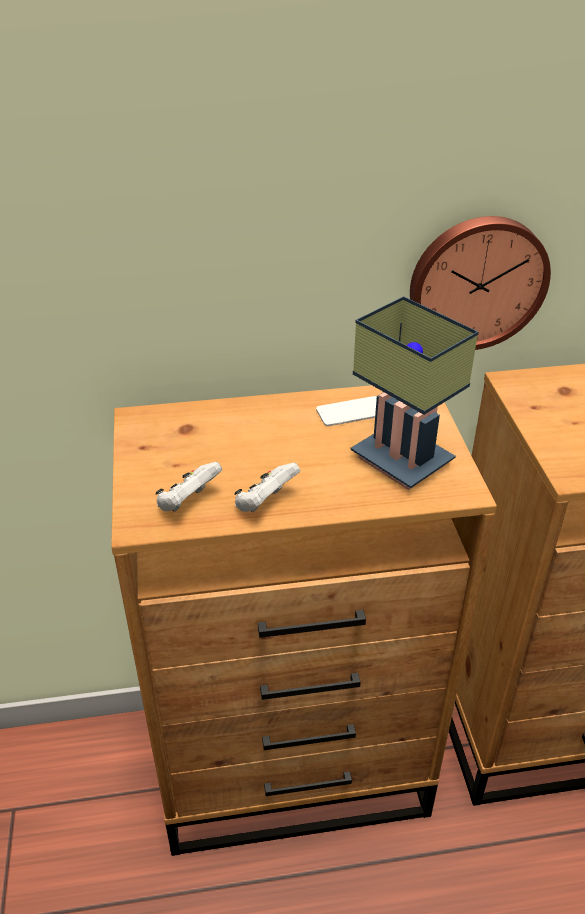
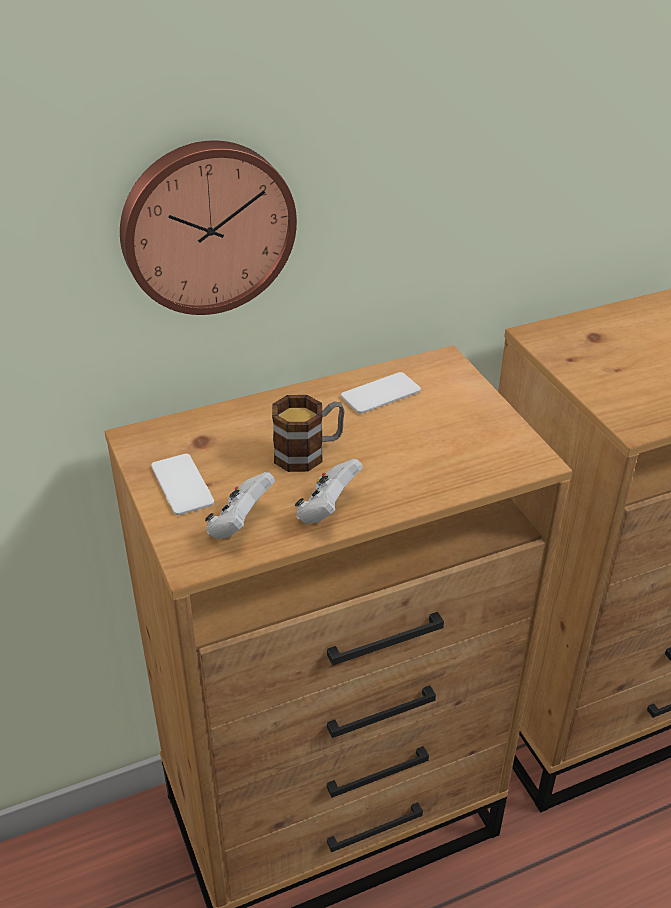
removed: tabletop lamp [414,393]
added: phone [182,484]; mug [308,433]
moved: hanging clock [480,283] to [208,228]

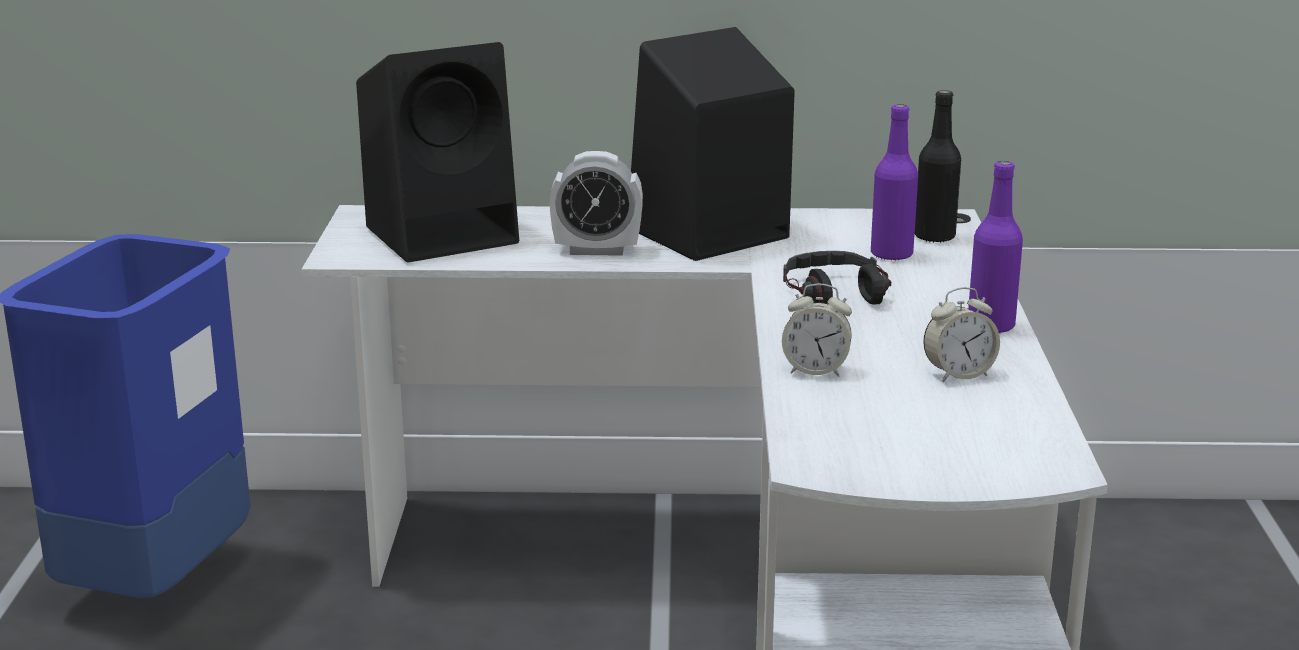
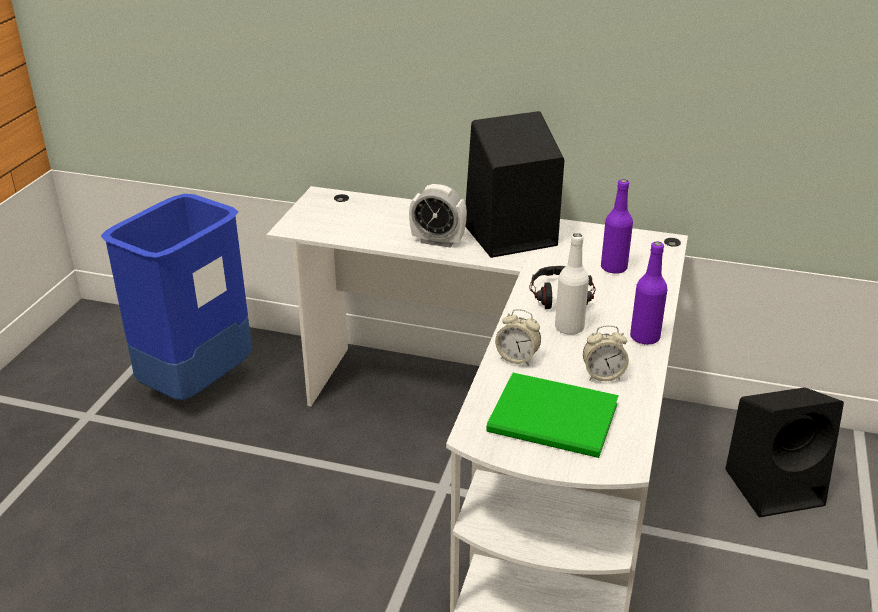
removed: bottle in black-coloured [938,166]
added: volume in greenish [552,415]; bottle in white [572,284]
moved: speaker in black-coloured [437,152] to [784,452]

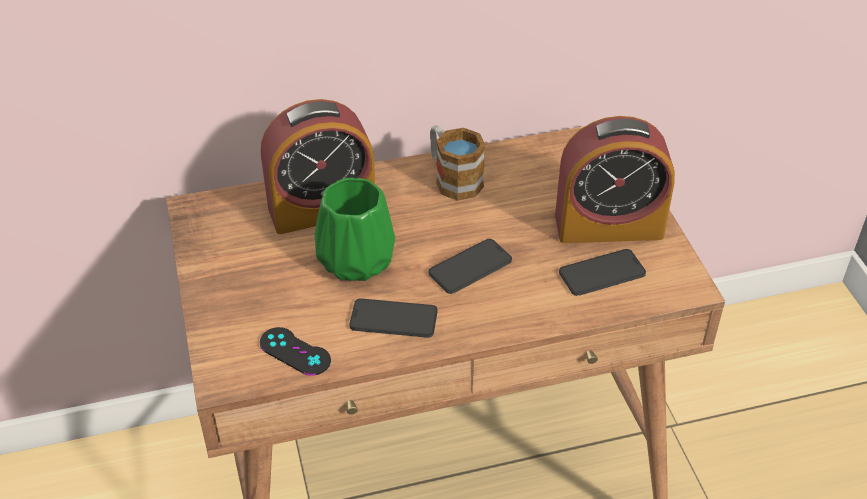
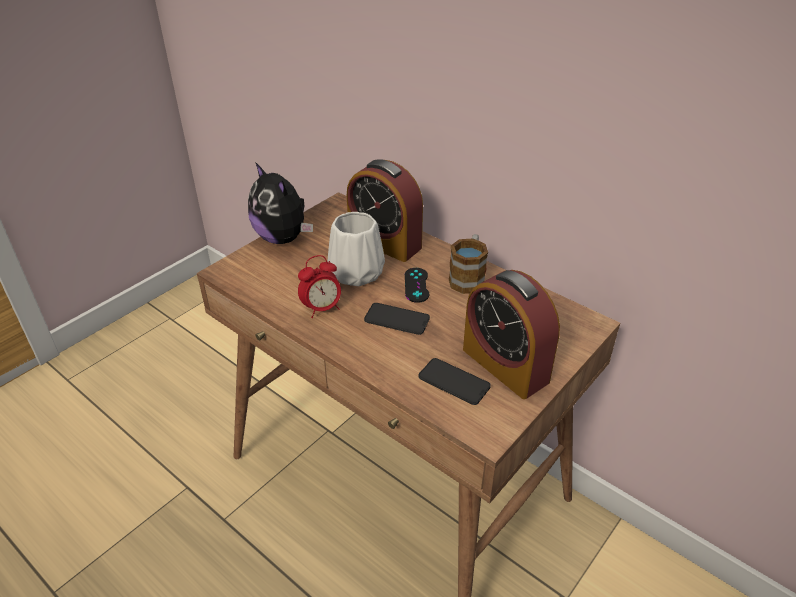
added: cuddly toy [280,203]
moved: gamepad in black-coloured [295,351] to [417,285]
replaced: phone [393,318] to alarm clock [319,286]
recoloured: decorative vase in greenish [355,229] to decorative vase in white [356,249]

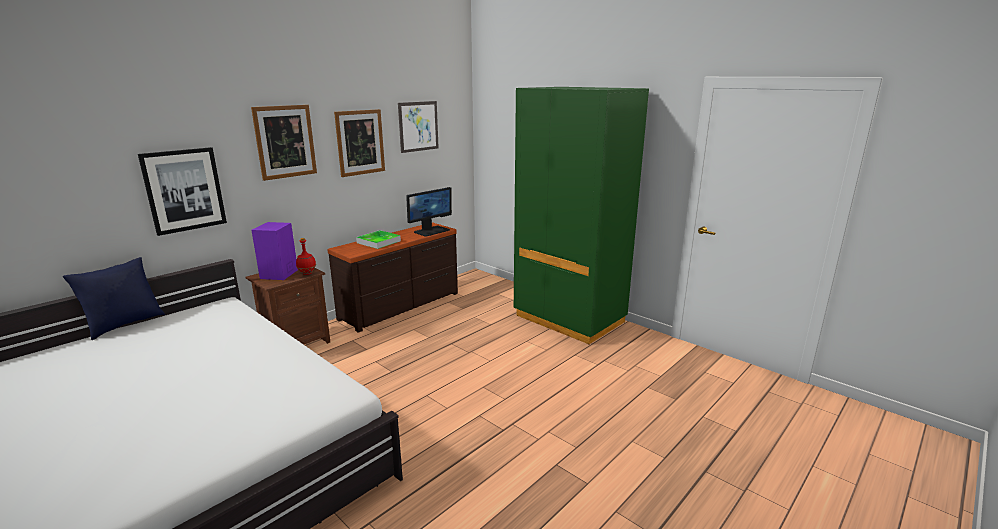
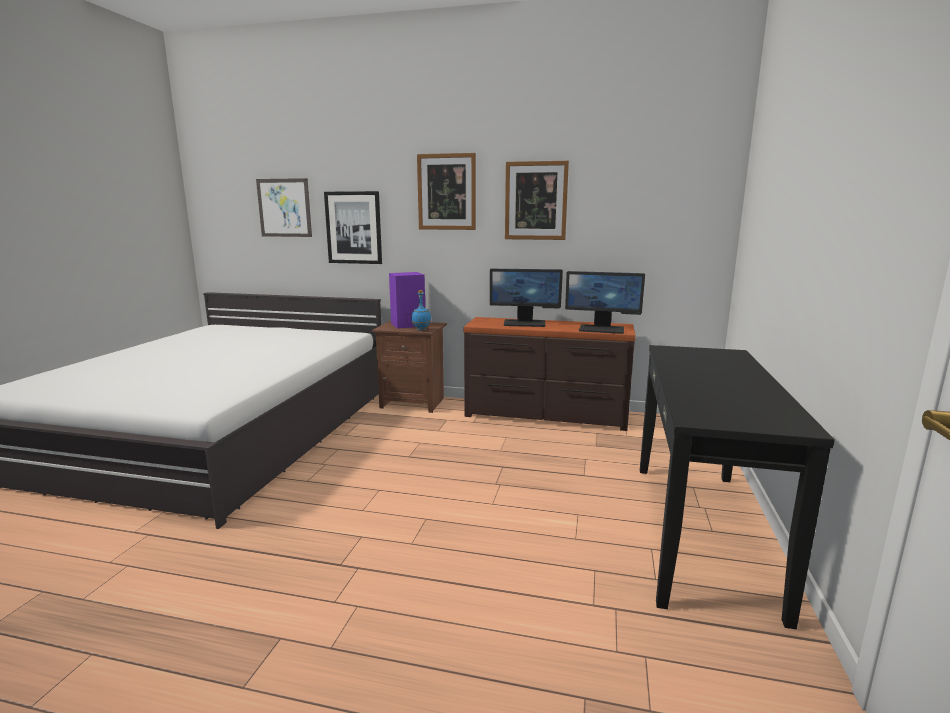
removed: throw pillow in blue [113,298]
moved: picture [418,127] to [284,207]
replaced: carrying tray [378,239] to monitor [526,298]; wardrobe in greenish [581,216] to narrow table in black-coloured [737,487]
recoloured: bottle in reddish [306,256] to bottle in blue [421,310]

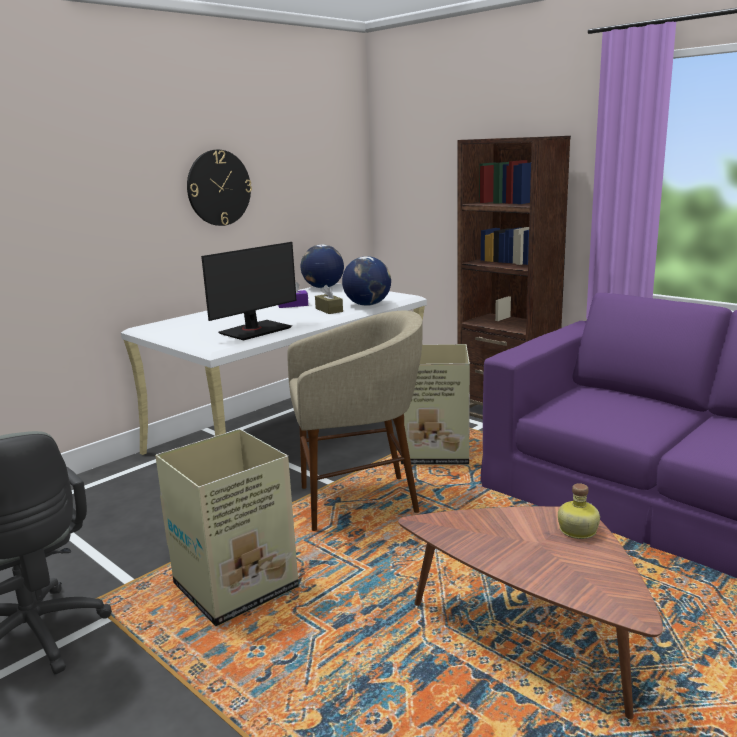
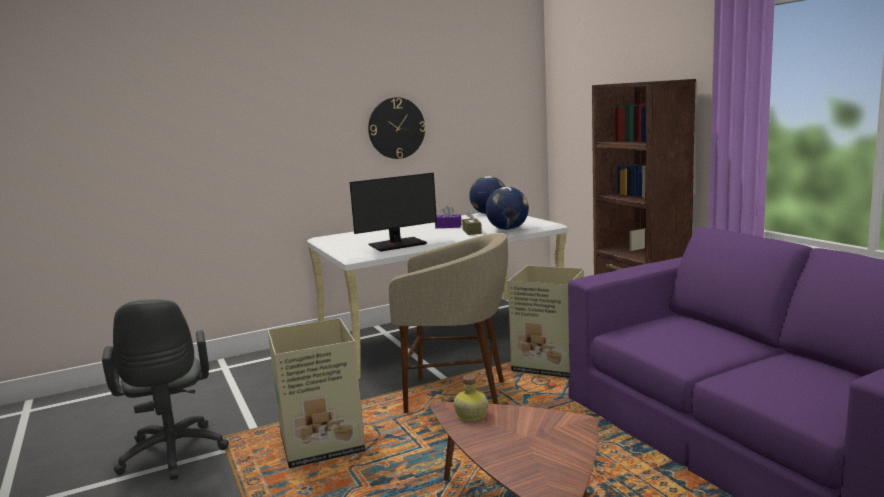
moved: bottle [579,511] to [471,398]

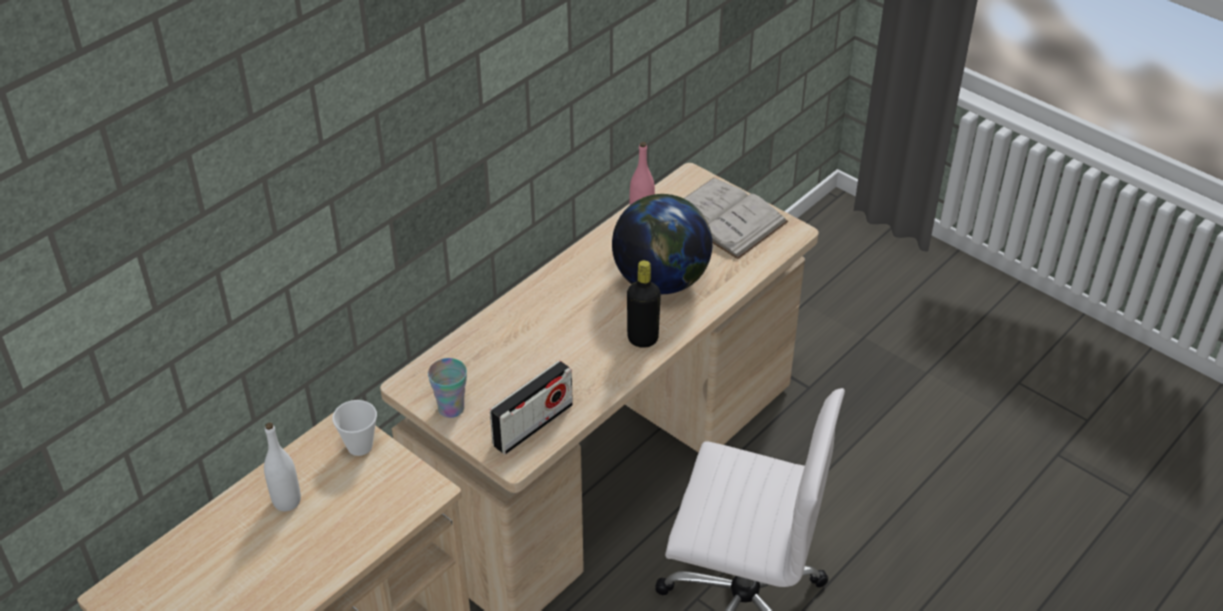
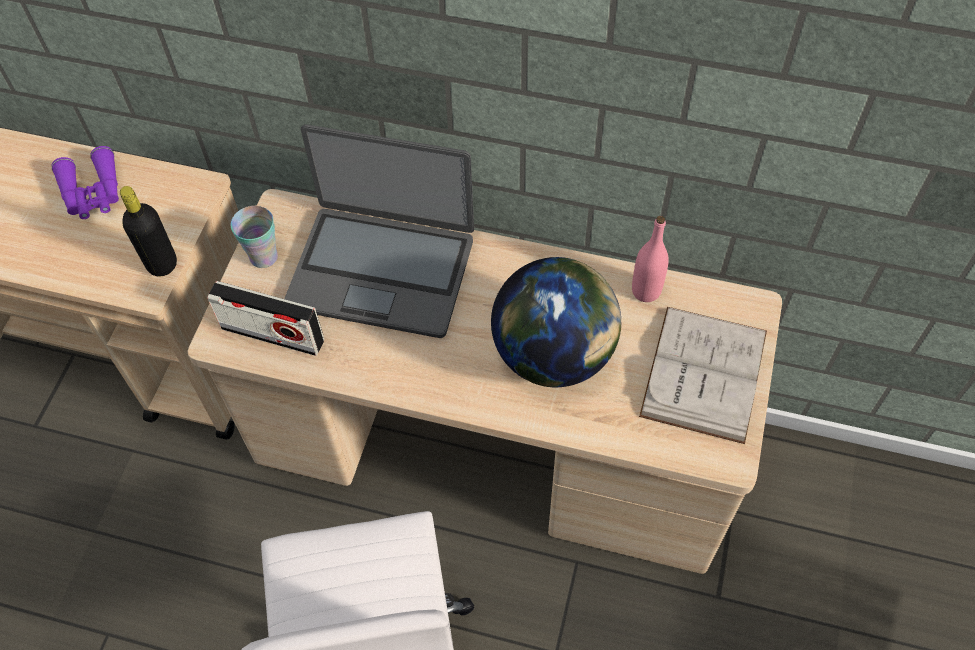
removed: drinking cup [354,428]
added: laptop [379,231]
moved: bottle in black-coloured [644,304] to [148,231]
replaced: bottle in white [282,467] to binoculars in purple [85,182]

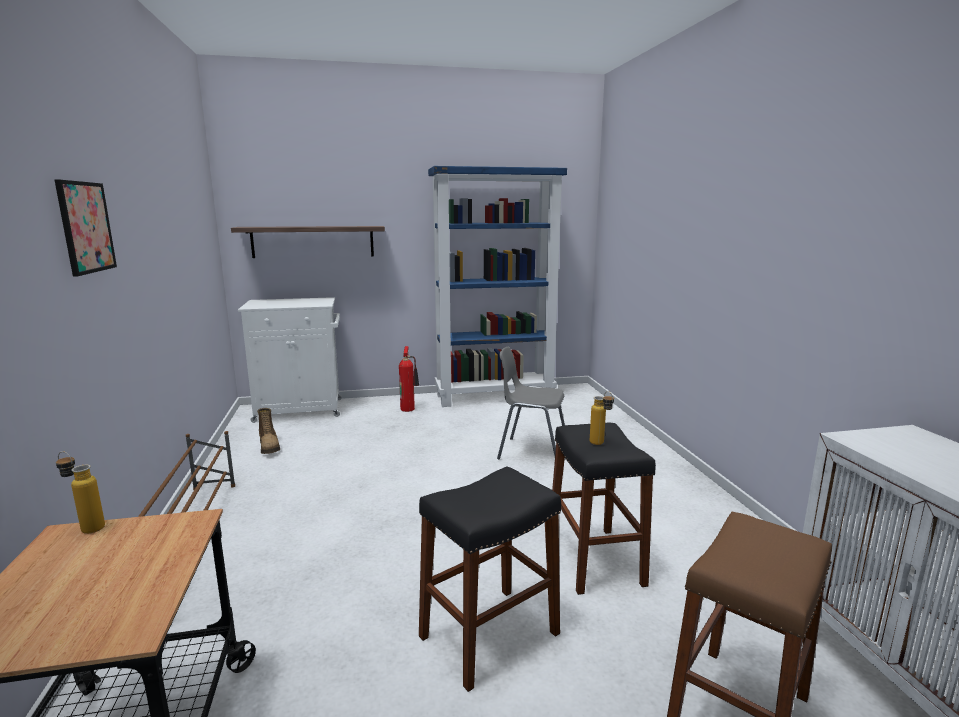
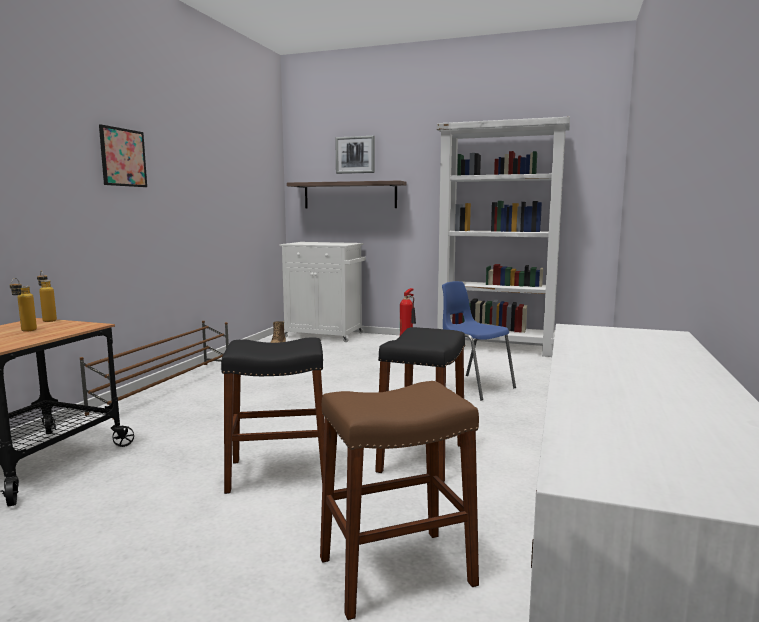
added: picture [355,155]
moved: bottle [601,418] to [23,305]
recoloured: bookcase in blue [497,286] to bookcase in white [503,237]; chair in gray [531,403] to chair in blue [479,340]

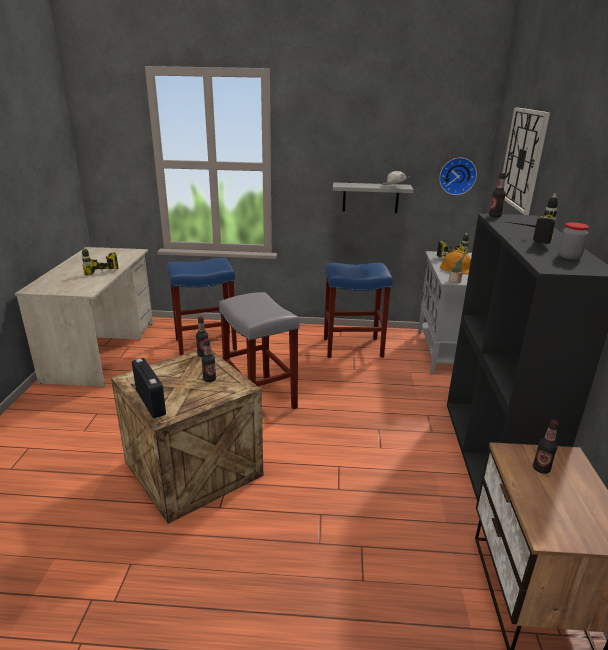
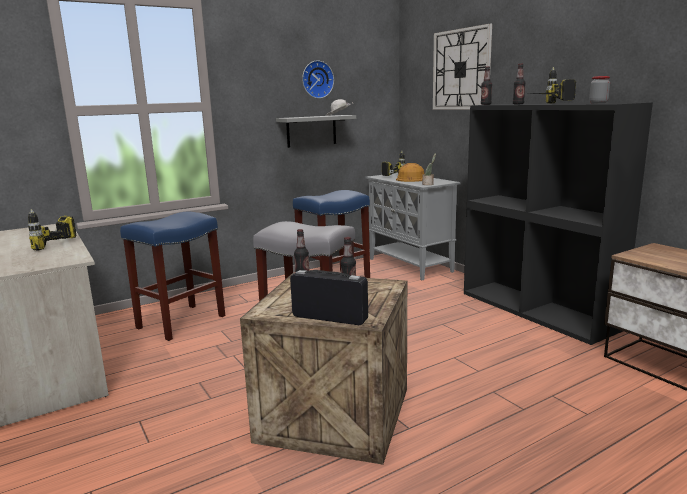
moved: hanging clock [458,176] to [318,79]; bottle [546,447] to [519,84]

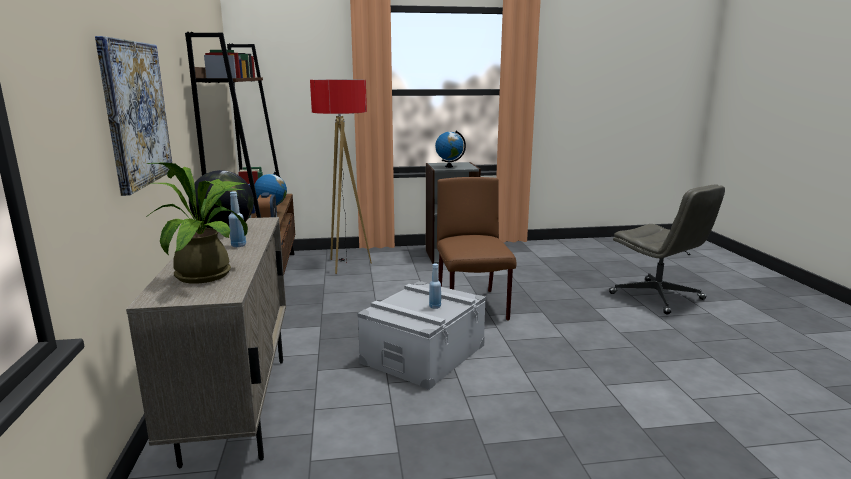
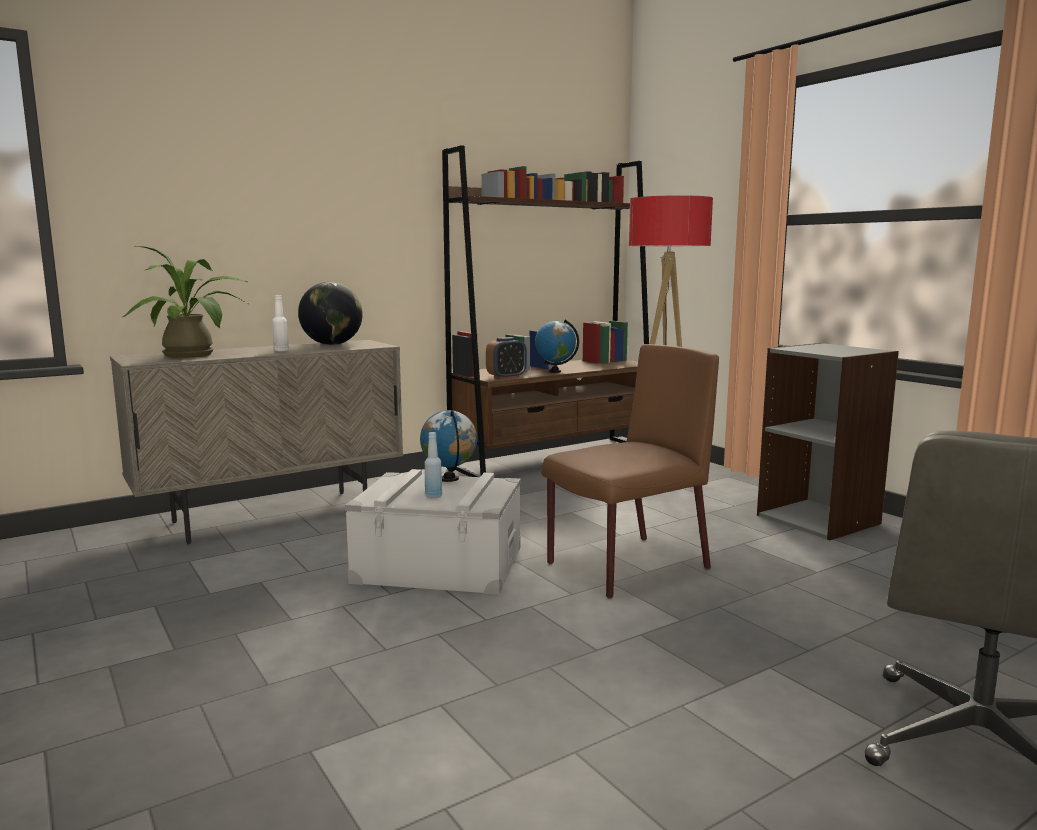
removed: picture [133,116]
moved: globe [450,149] to [448,446]
recoloured: bottle in blue [237,219] to bottle in white [280,323]

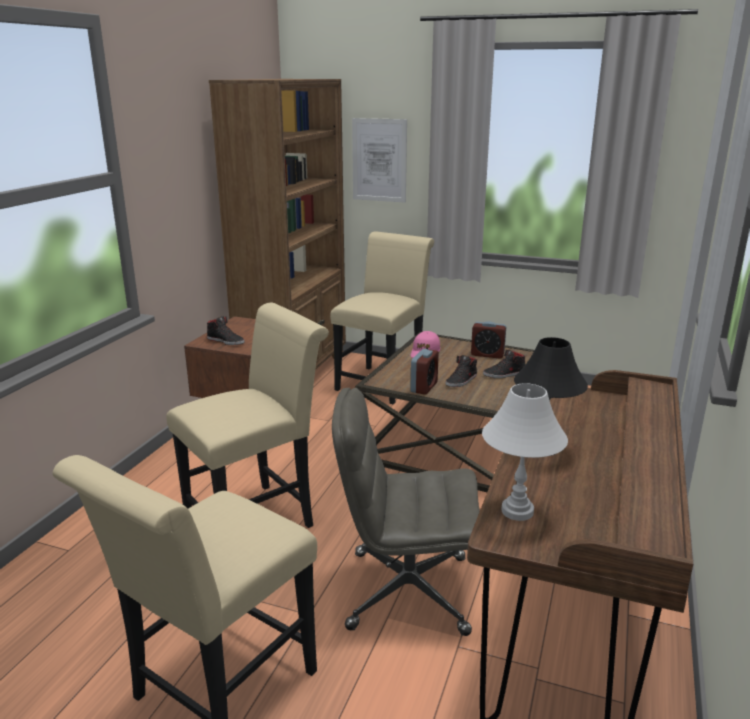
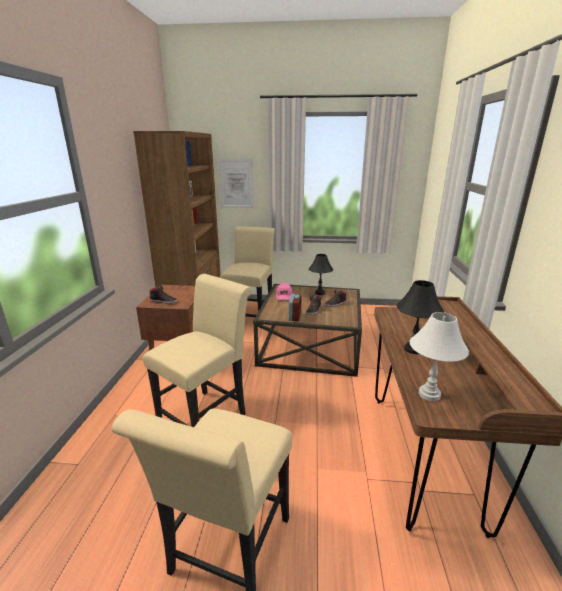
removed: desk chair in gray [406,512]
replaced: alarm clock [488,340] to tabletop lamp in black-coloured [321,274]

